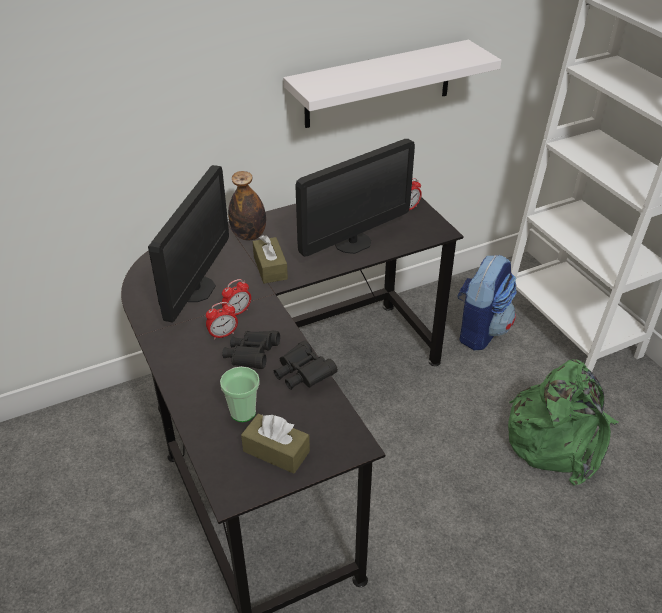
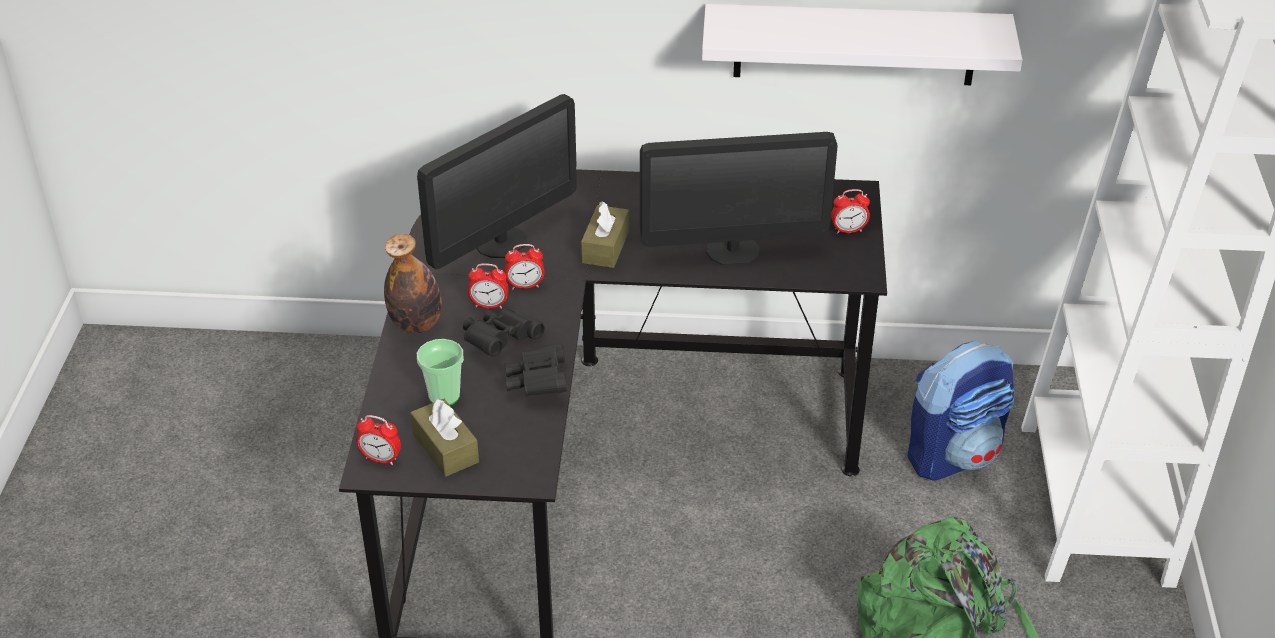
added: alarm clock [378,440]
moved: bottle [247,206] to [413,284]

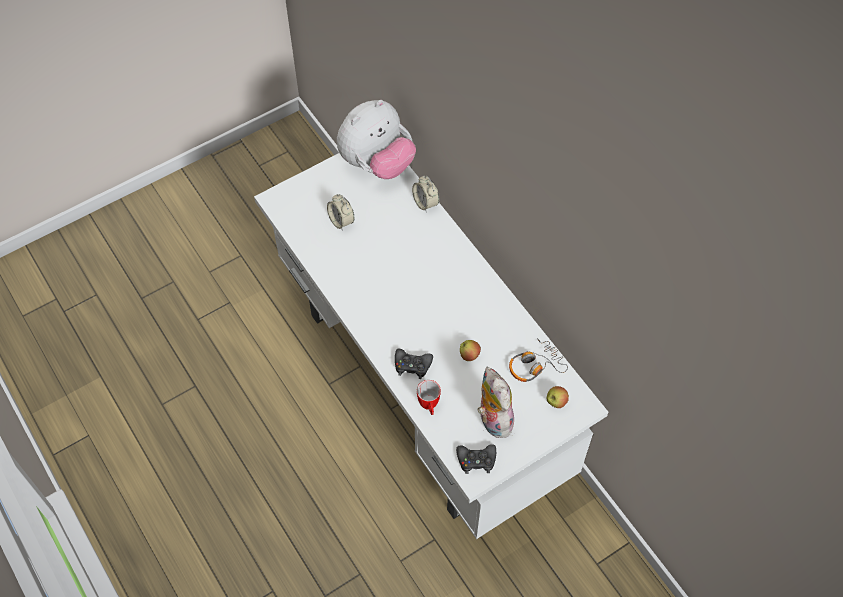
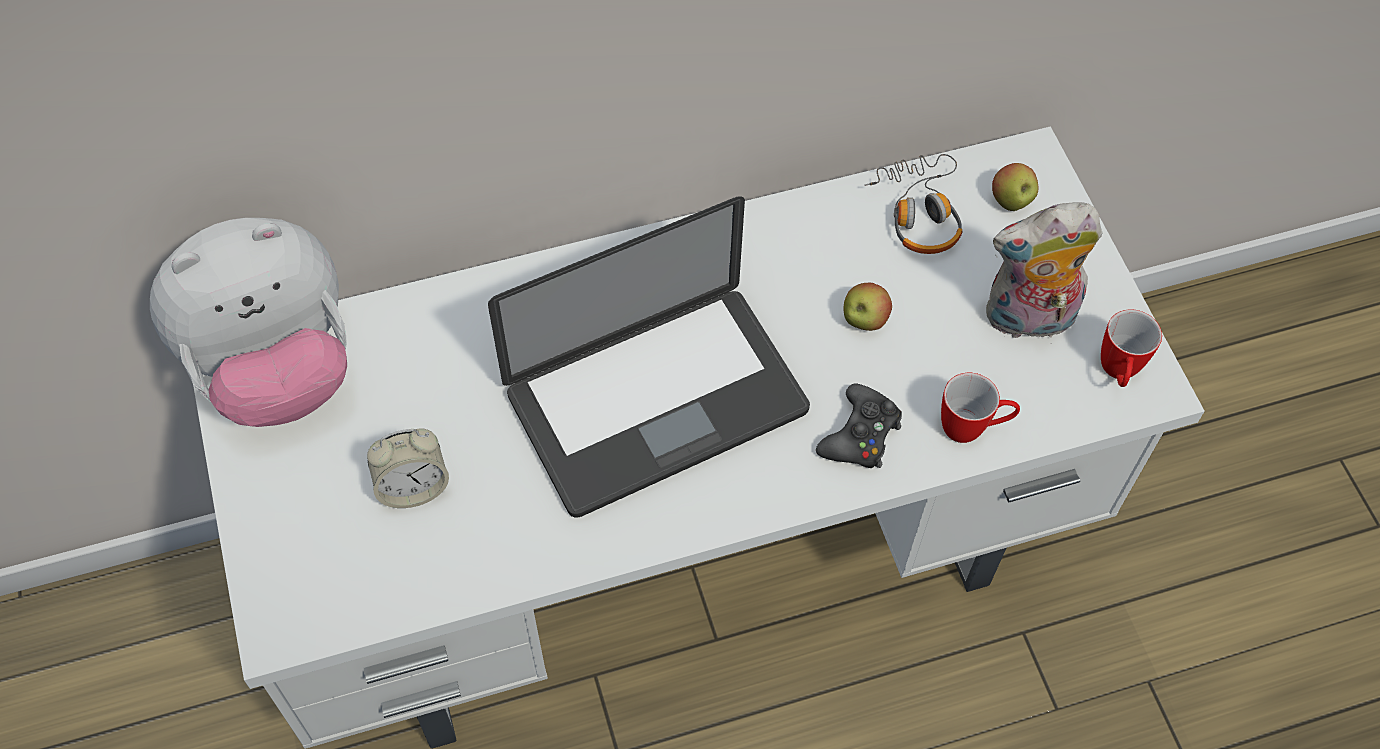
removed: alarm clock [425,193]
added: laptop [649,357]
replaced: gamepad in black-coloured [476,459] to mug [1131,348]
turned: cuddly toy [376,139] = [248,322] 90 degrees clockwise

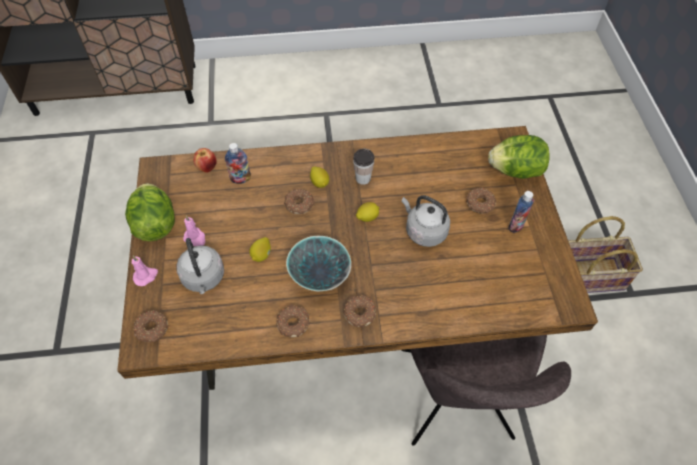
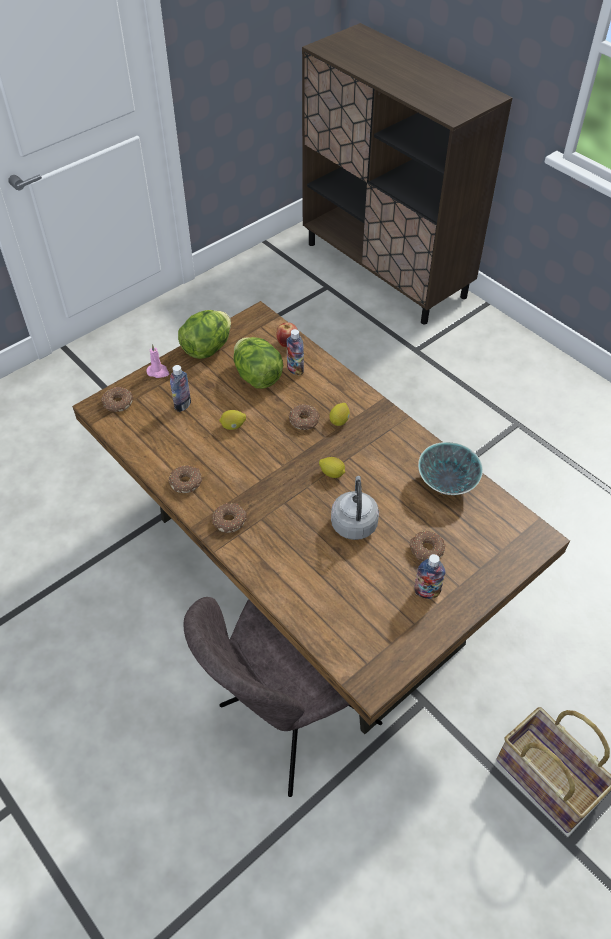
removed: wax candle in pink-coloured [194,230]; drinking cup [363,166]
moved: serving bowl [318,263] to [450,468]; lettuce [519,157] to [258,363]
replaced: tea kettle in gray [200,266] to bottle [180,388]

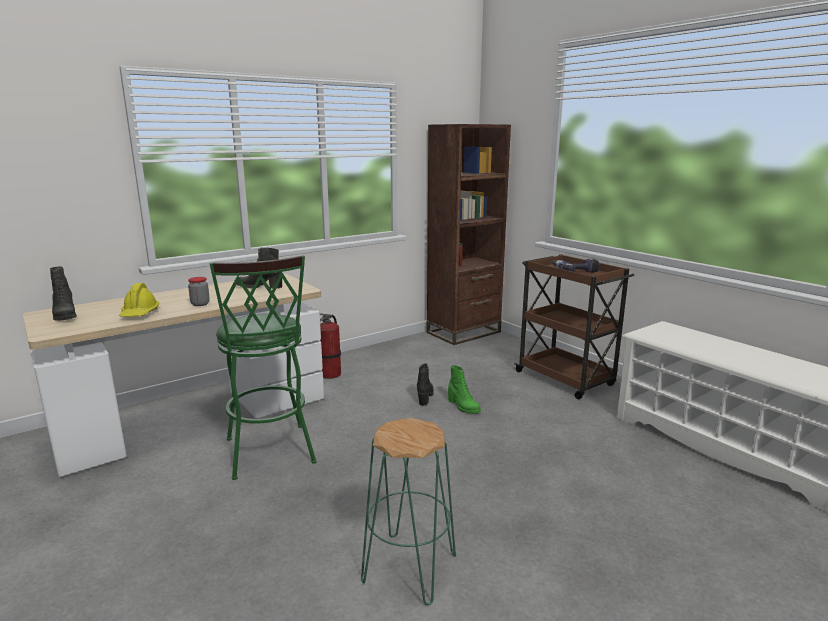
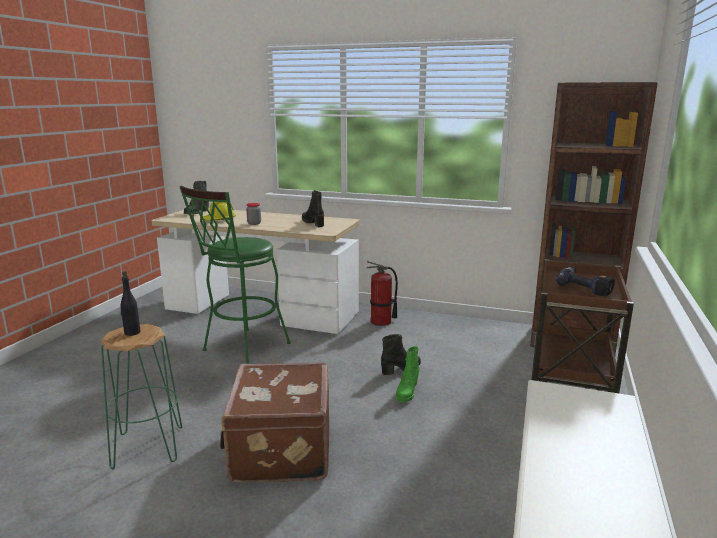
added: bottle in black-coloured [131,303]; piece of luggage in brown-coloured [274,422]

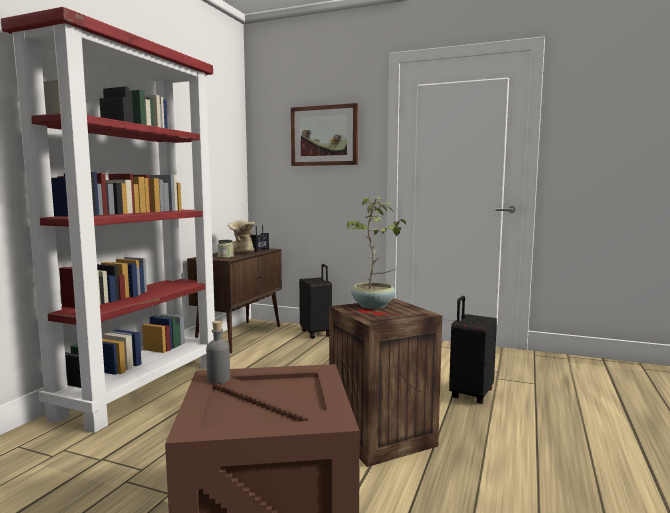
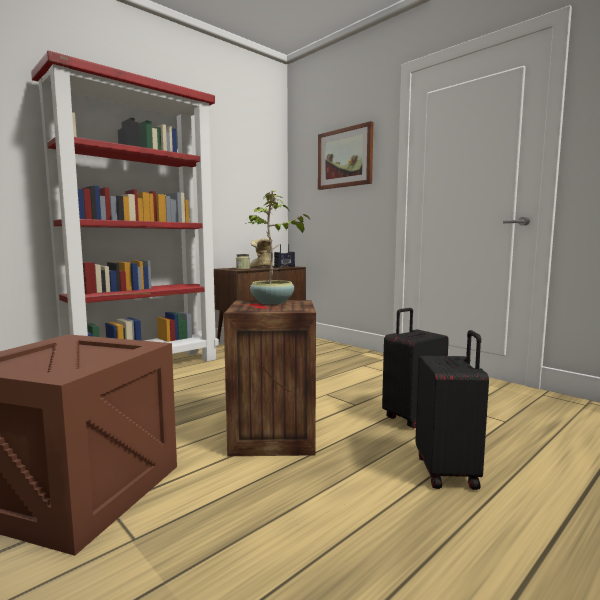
removed: bottle in gray [218,352]
moved: piece of luggage in black-coloured [315,301] to [452,410]

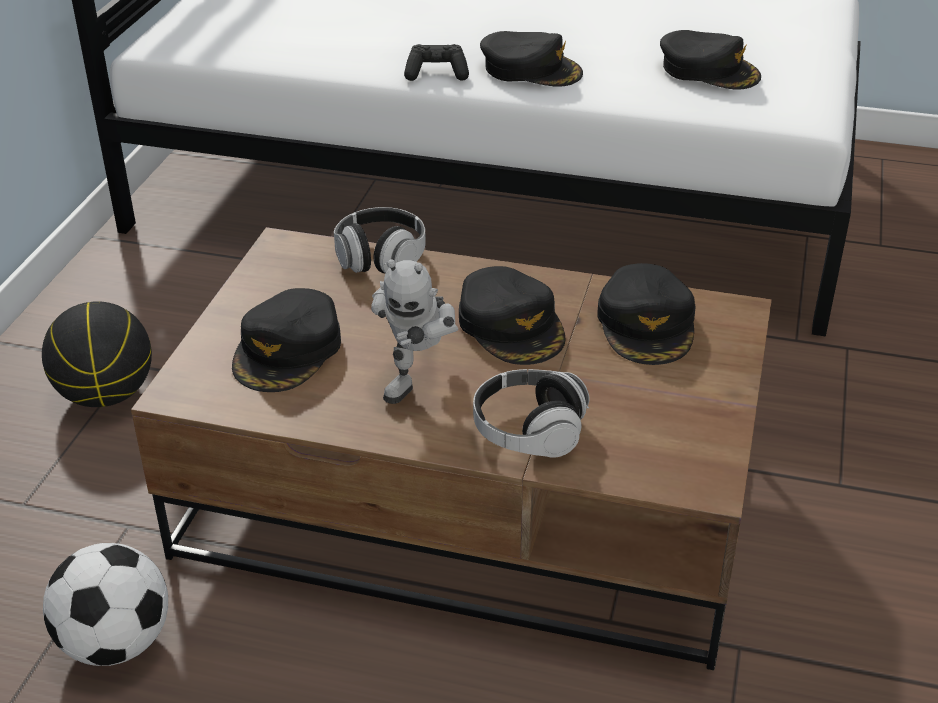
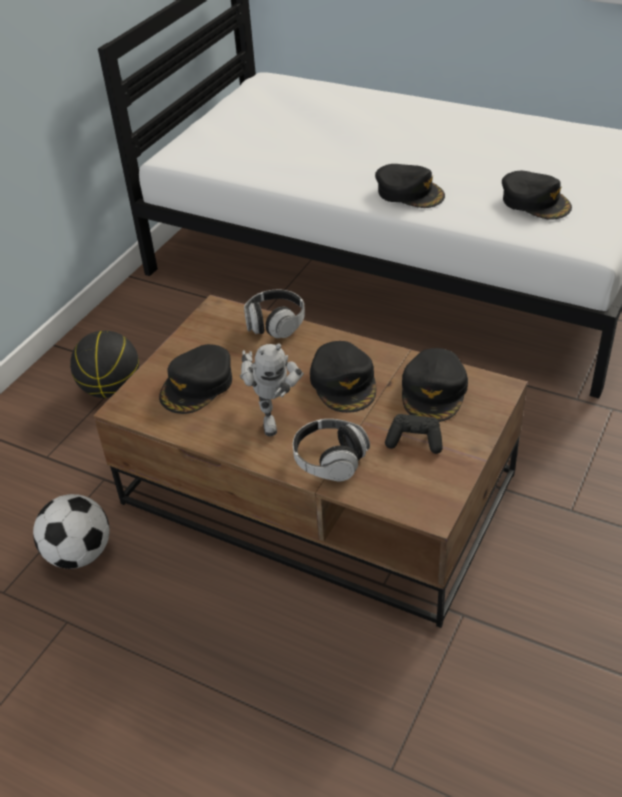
moved: gamepad in black-coloured [436,62] to [414,434]
turned: robot figure [414,331] = [272,389] 45 degrees counterclockwise

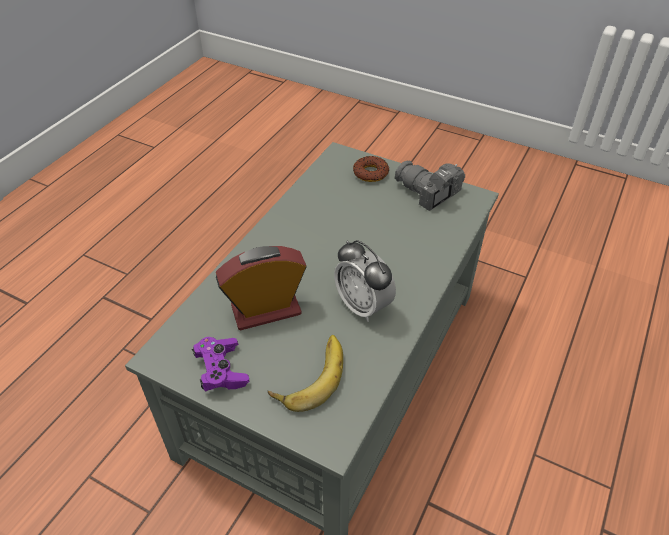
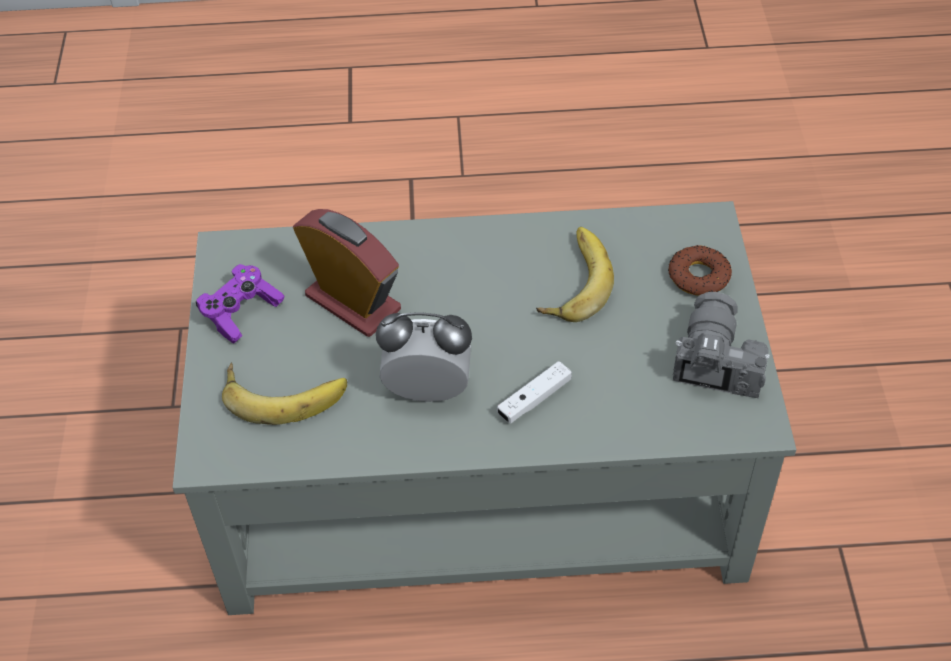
added: gamepad in white [534,392]; banana [575,274]
turned: alarm clock [365,281] = [424,357] 75 degrees clockwise

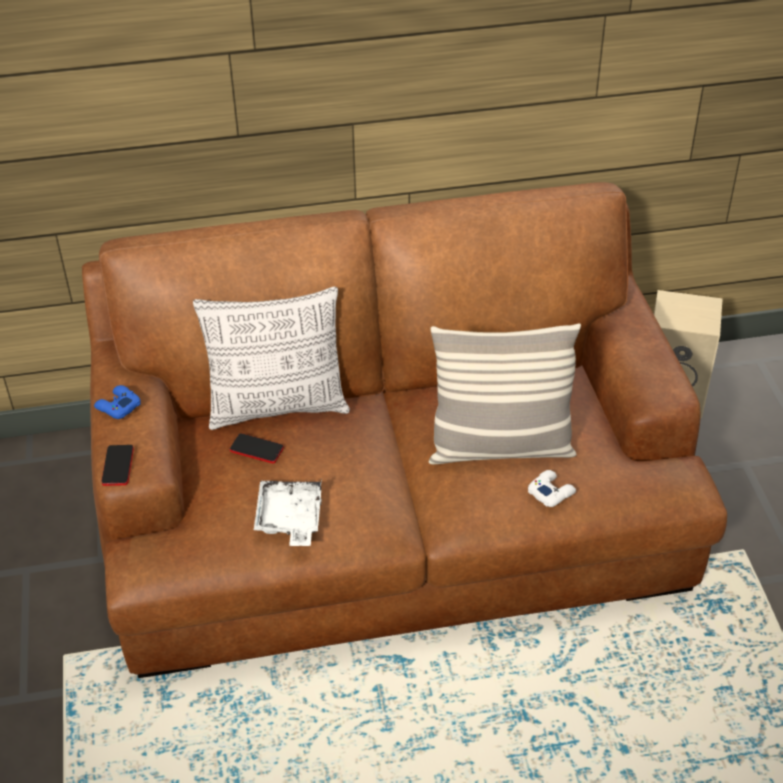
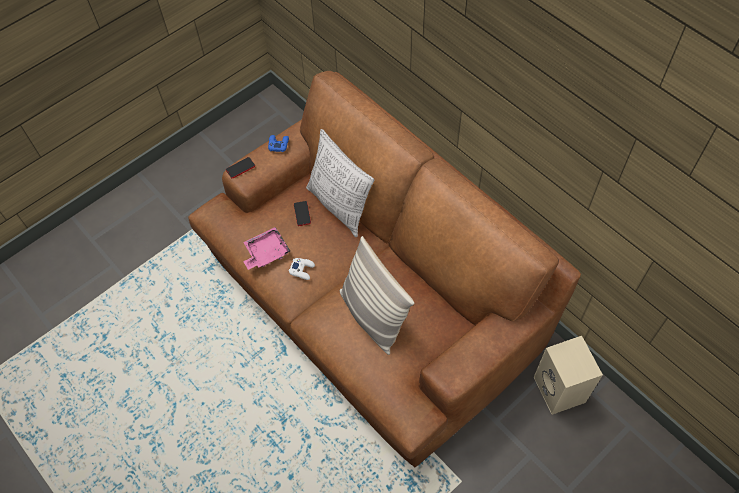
moved: gamepad in white [552,488] to [302,269]
recoloured: carrying tray in white [288,512] to carrying tray in pink-coloured [266,248]

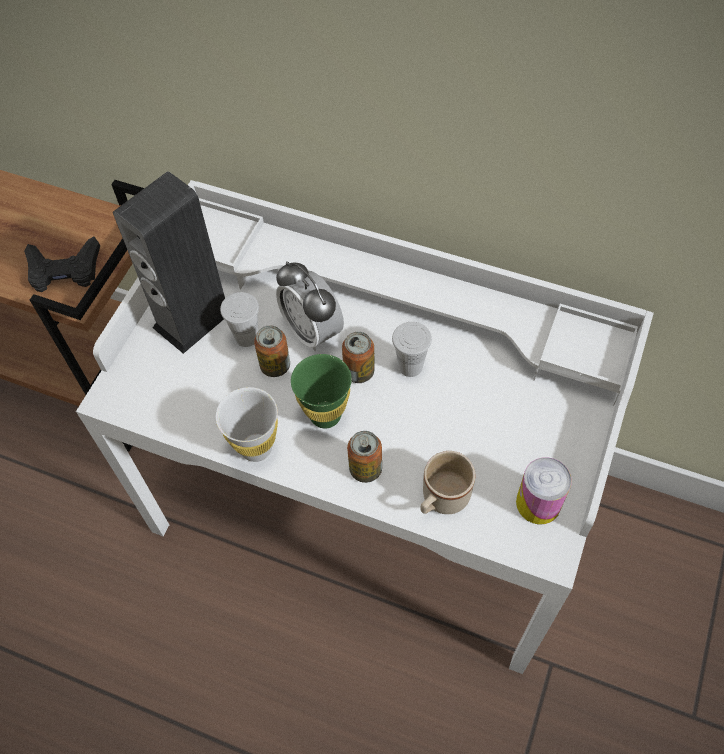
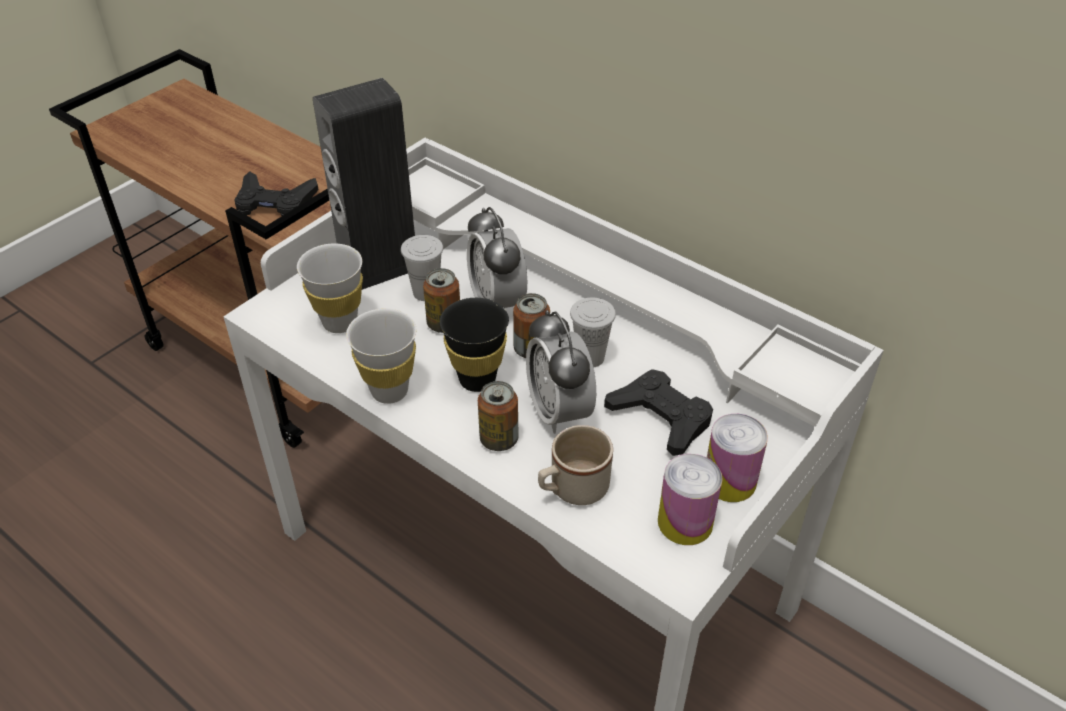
added: drinking cup in white [330,288]; alarm clock [561,372]; gamepad in black-coloured [658,412]; sealed can [737,458]
recoloured: drinking cup in greenish [321,391] to drinking cup in black-coloured [474,345]

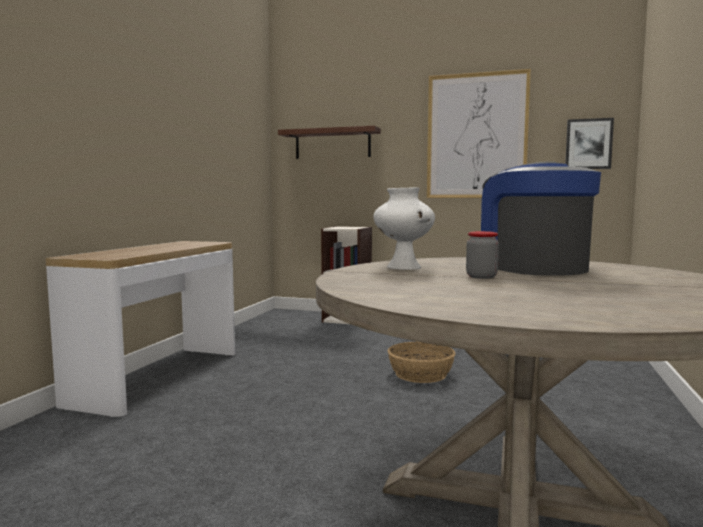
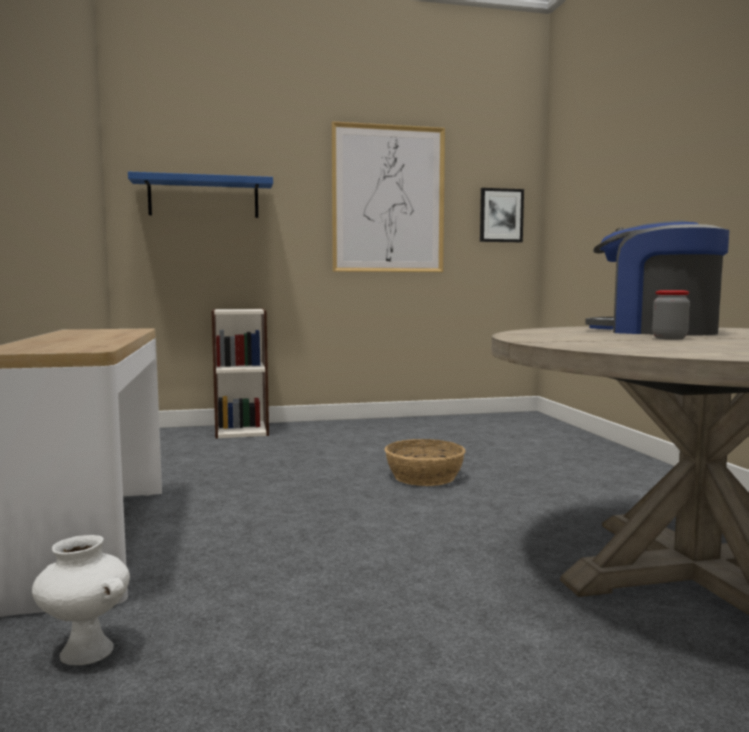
moved: decorative vase in white [404,228] to [81,600]
recoloured: wall shelf in brown-coloured [329,142] to wall shelf in blue [200,195]

